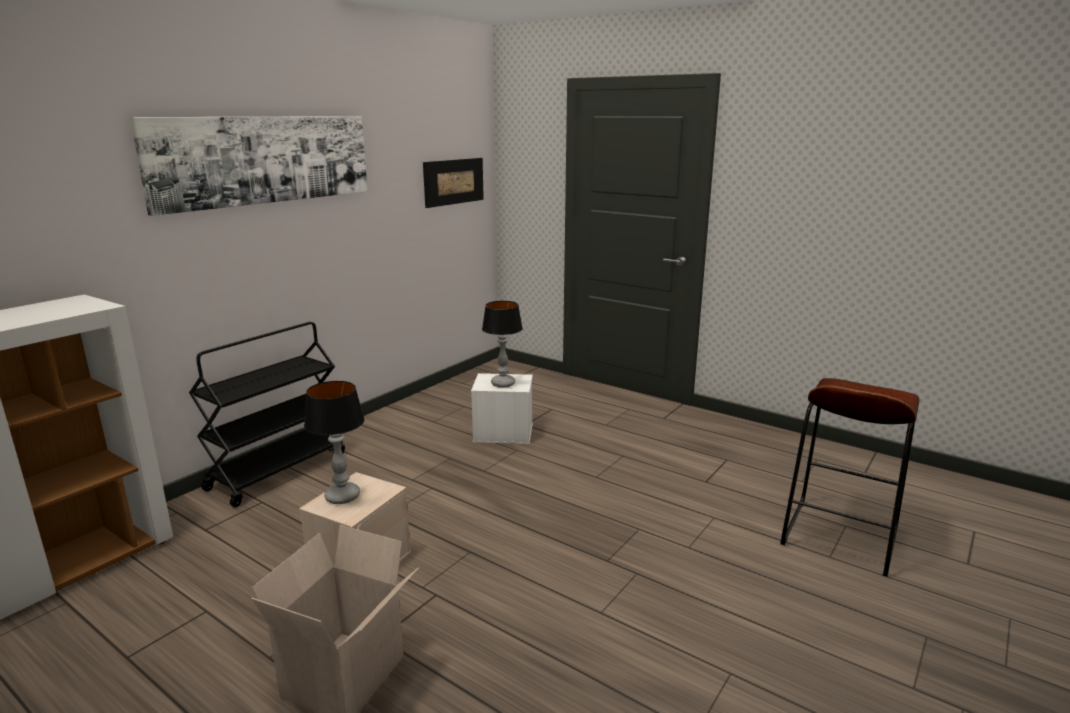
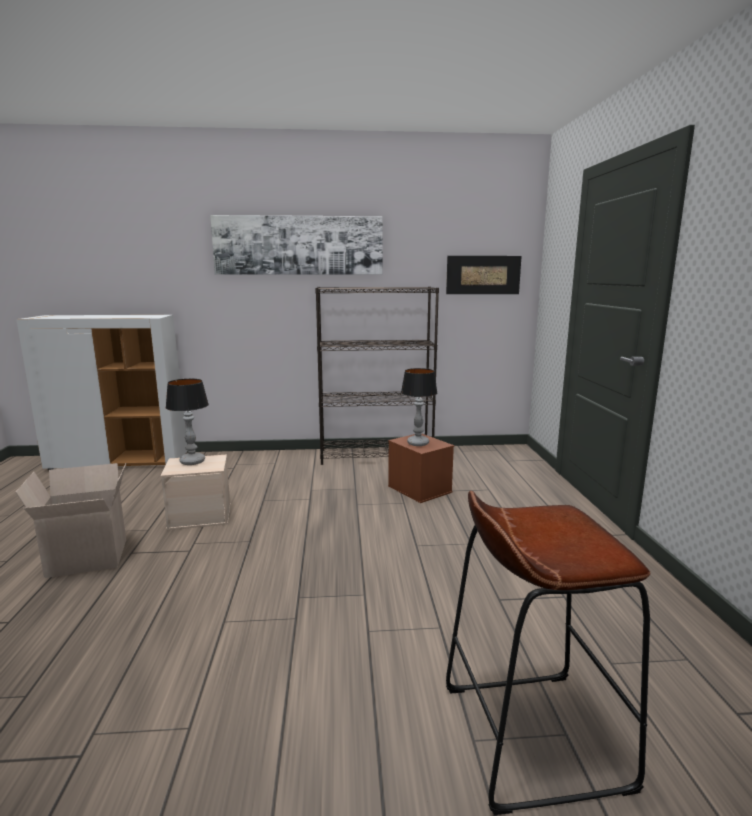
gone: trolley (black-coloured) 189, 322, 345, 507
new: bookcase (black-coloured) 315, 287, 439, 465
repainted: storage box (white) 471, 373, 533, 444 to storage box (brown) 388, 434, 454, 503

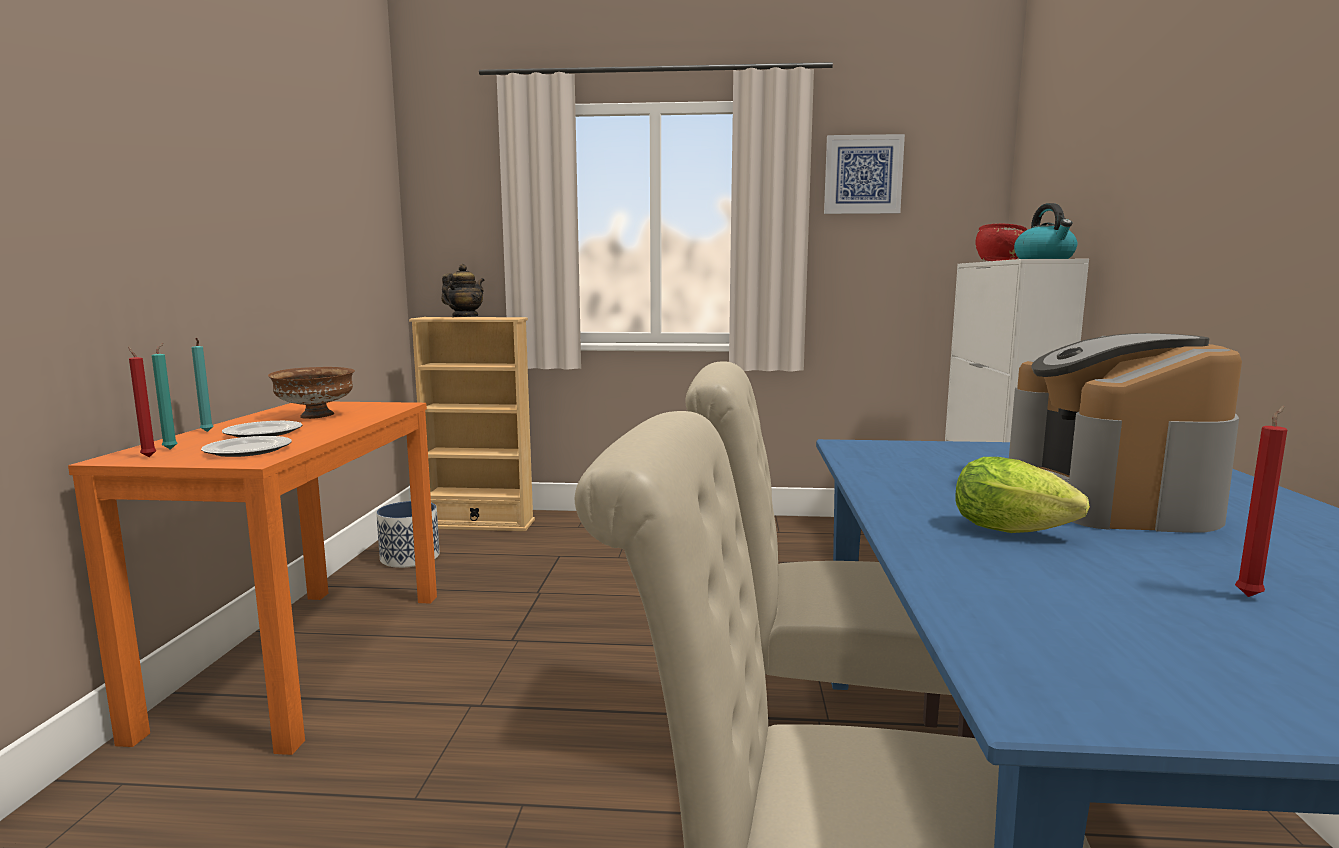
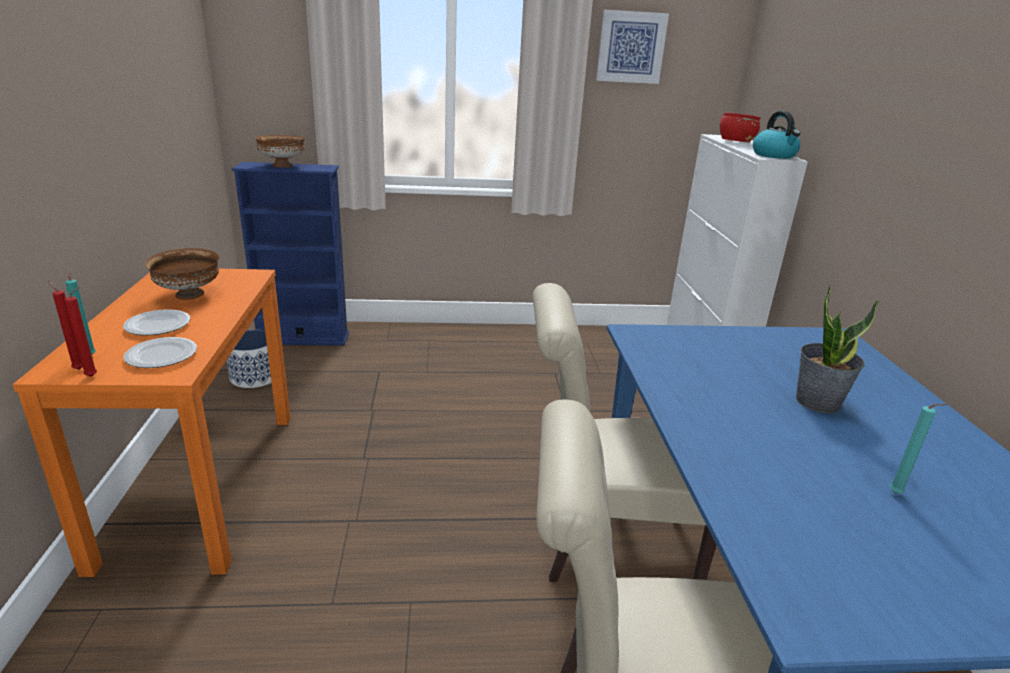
gone: head of lettuce 956, 457, 1090, 533
shifted: candle (turquoise-coloured) 191, 338, 214, 432 to 889, 404, 948, 494; candle (red-coloured) 1235, 406, 1288, 597 to 65, 287, 97, 377
swapped: teapot 441, 264, 485, 317 to bowl (brown) 254, 135, 305, 167; coffee maker 1009, 333, 1242, 533 to houseplant 796, 284, 880, 413
repainted: bookcase (sand-coloured) 409, 317, 535, 531 to bookcase (blue-coloured) 232, 162, 349, 346

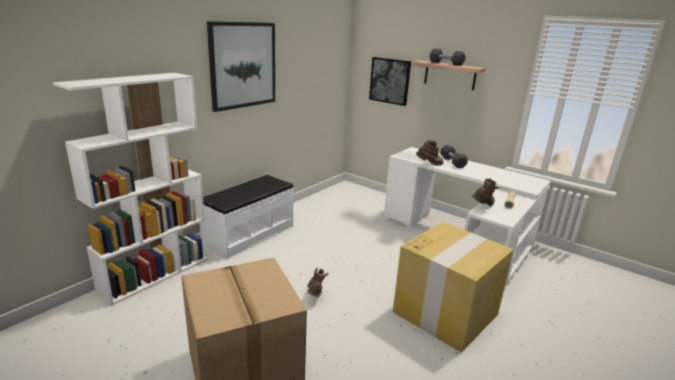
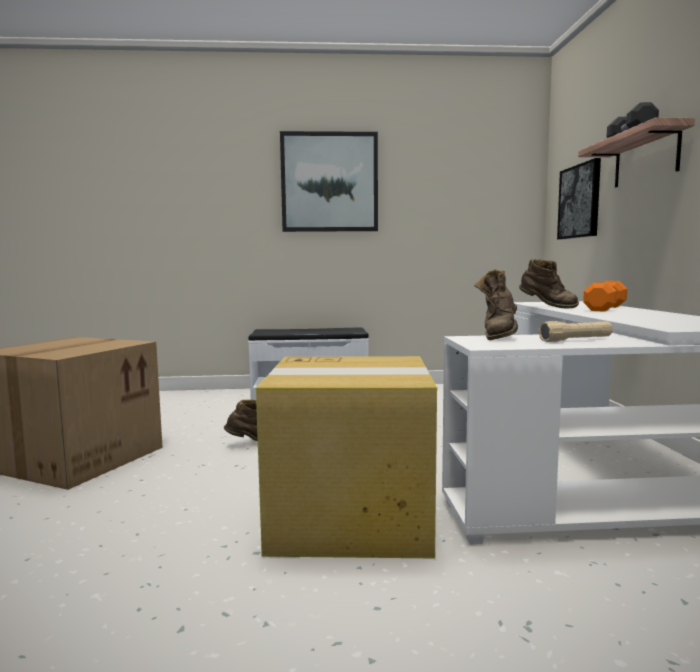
gone: bookcase (white) 53, 73, 208, 306
repainted: dumbbell (black-coloured) 441, 145, 468, 168 to dumbbell (orange) 583, 281, 627, 311
rotated: high-top boot (brown) 472, 178, 501, 207 = 474, 269, 518, 340 105 degrees clockwise

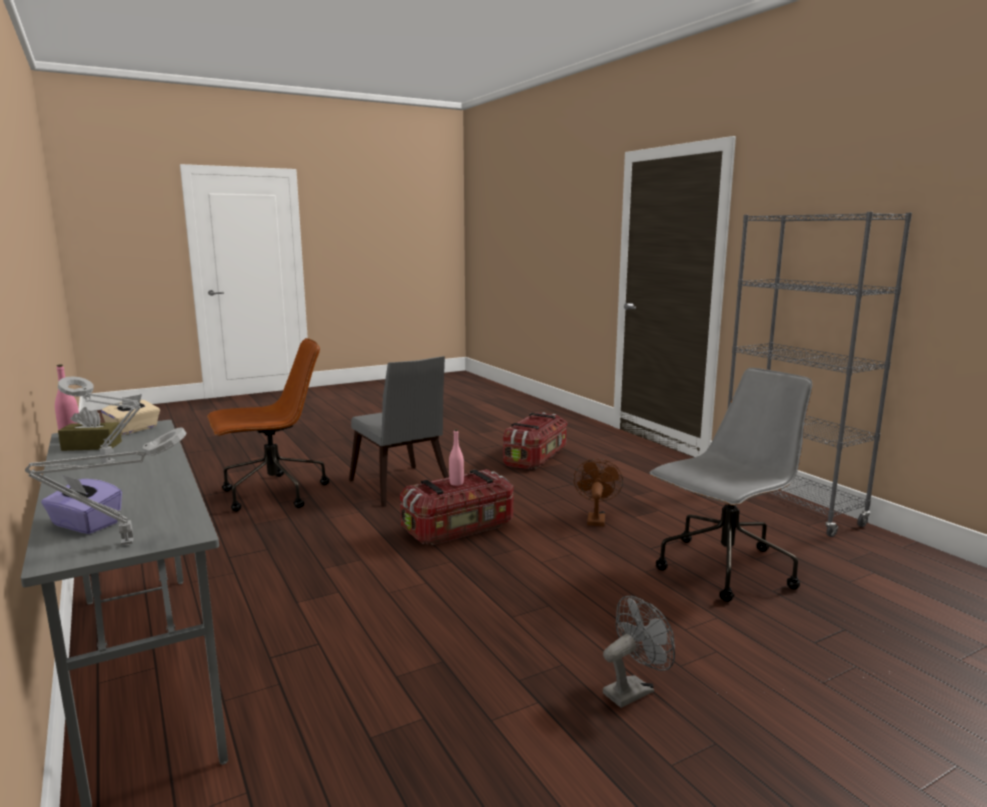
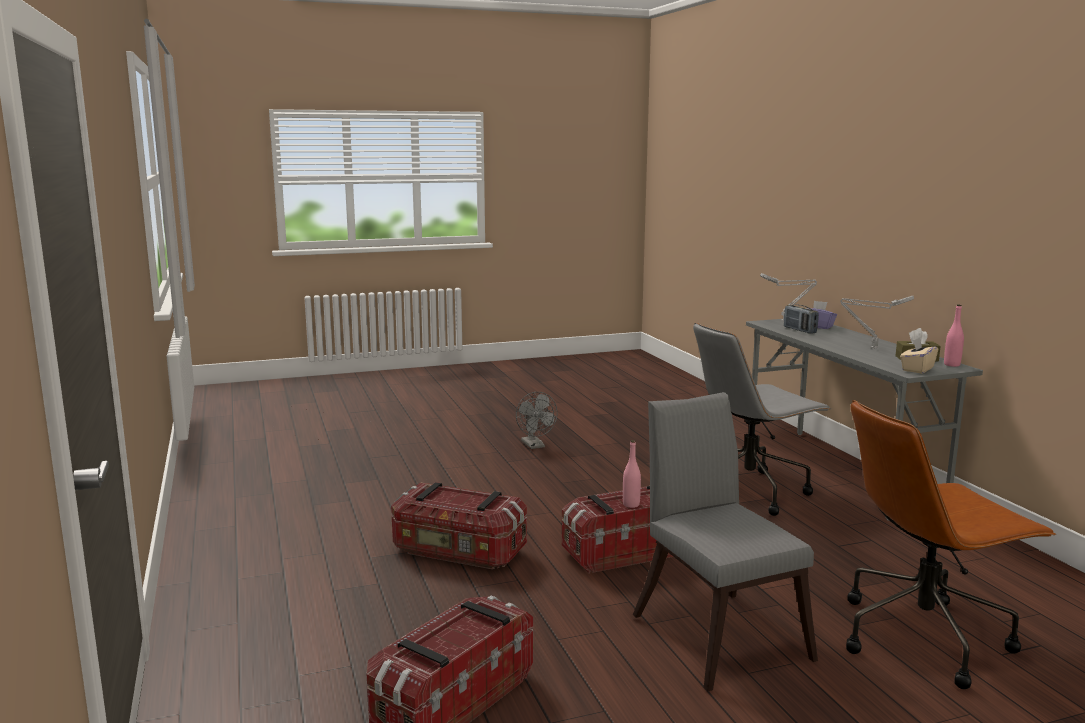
gone: bookcase (greyish) 727, 212, 912, 537
new: radio set 784, 305, 818, 334
shifted: computer chair (greyish) 649, 368, 813, 602 to 693, 323, 831, 516
swapped: fan (brown) 573, 459, 623, 526 to storage box 391, 482, 527, 569
rotated: fan (greyish) 603, 596, 675, 708 = 516, 392, 558, 449 90 degrees counterclockwise

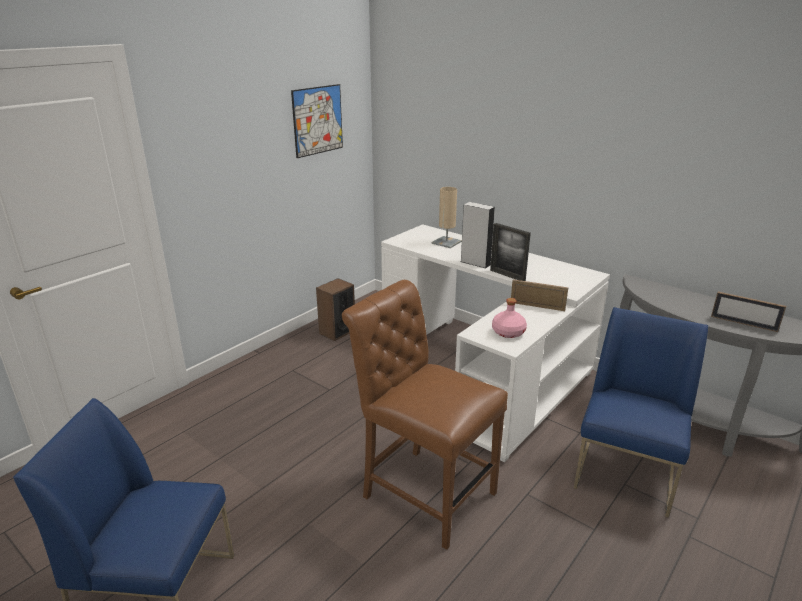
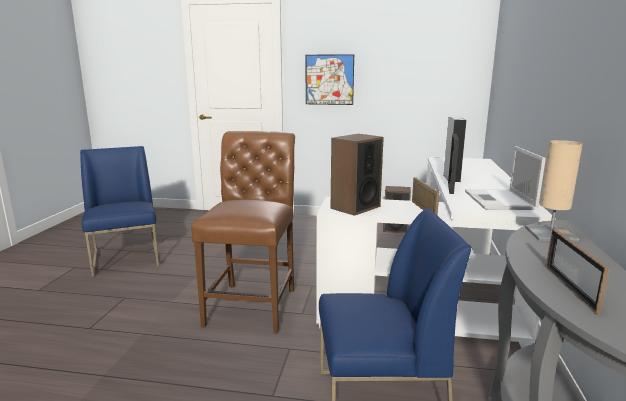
new: laptop 465, 146, 546, 210
shifted: picture 291, 84, 343, 158 to 305, 54, 354, 105; tabletop lamp (sand-coloured) 432, 187, 462, 248 to 525, 140, 583, 242
swapped: beverage bottle (pinkish) 492, 298, 527, 338 to loudspeaker 331, 134, 384, 216

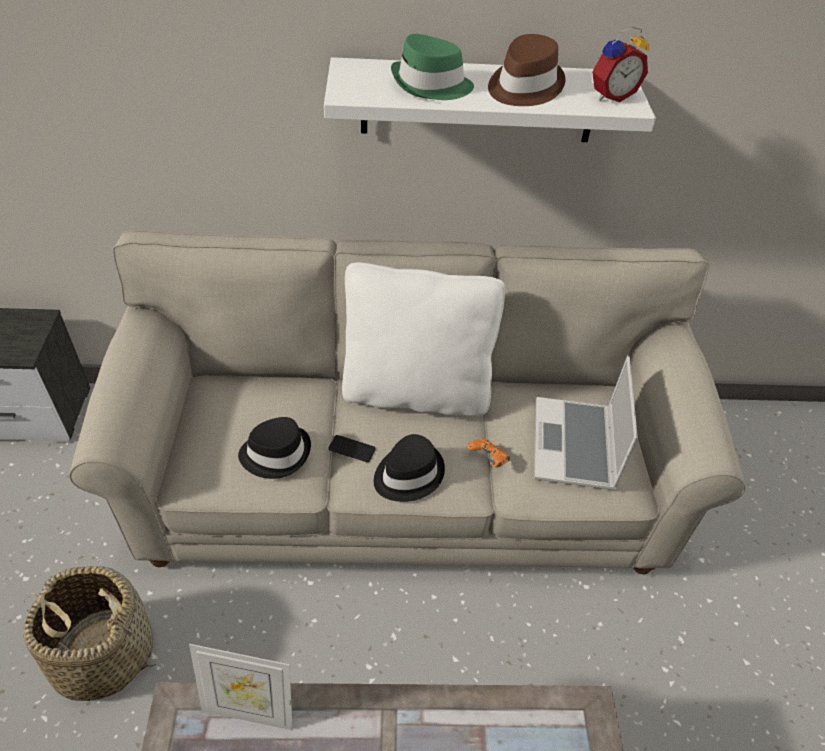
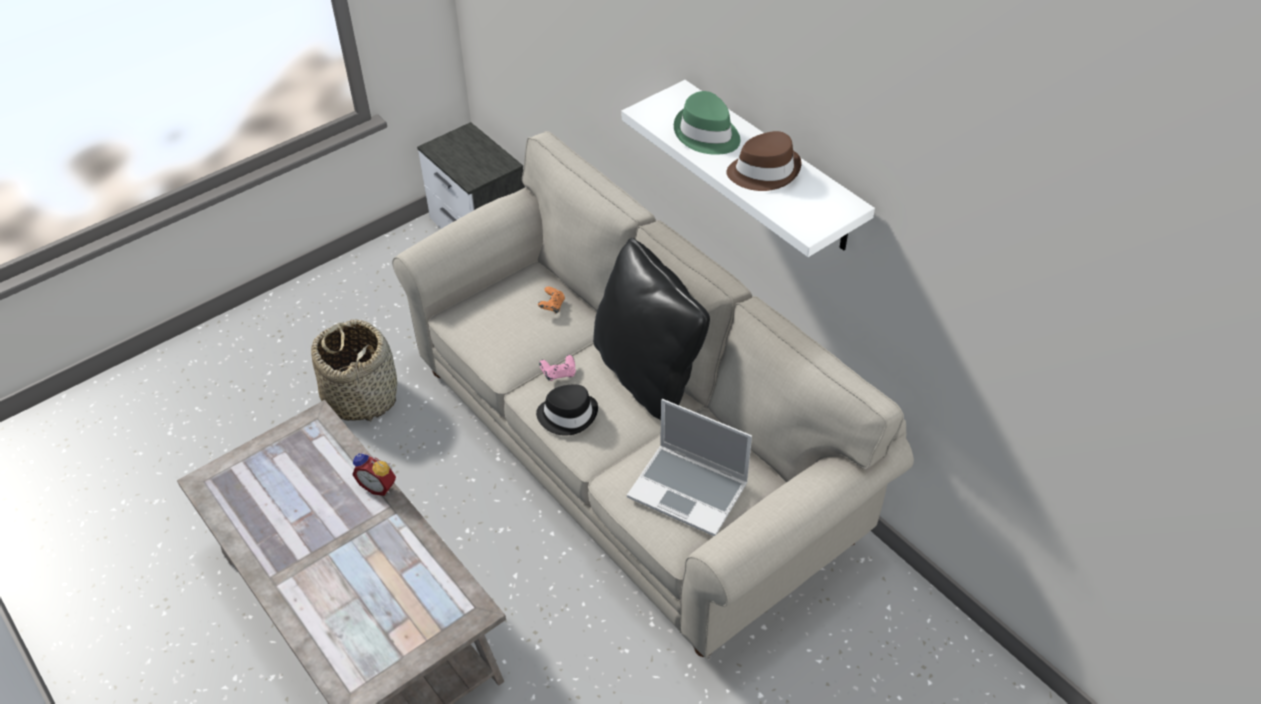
gone: standing frame 189, 644, 293, 730; clothing hat (black-coloured) 238, 417, 311, 479
shifted: game controller (orange) 467, 439, 510, 467 to 538, 287, 565, 314; bedside clock 592, 26, 649, 102 to 352, 452, 396, 496
swapped: handset 329, 435, 376, 462 to game controller (pinkish) 539, 355, 576, 381
repainted: throw pillow (white) 342, 262, 505, 416 to throw pillow (black-coloured) 593, 238, 710, 420
rotated: laptop 535, 355, 638, 490 = 627, 399, 752, 536 120 degrees counterclockwise

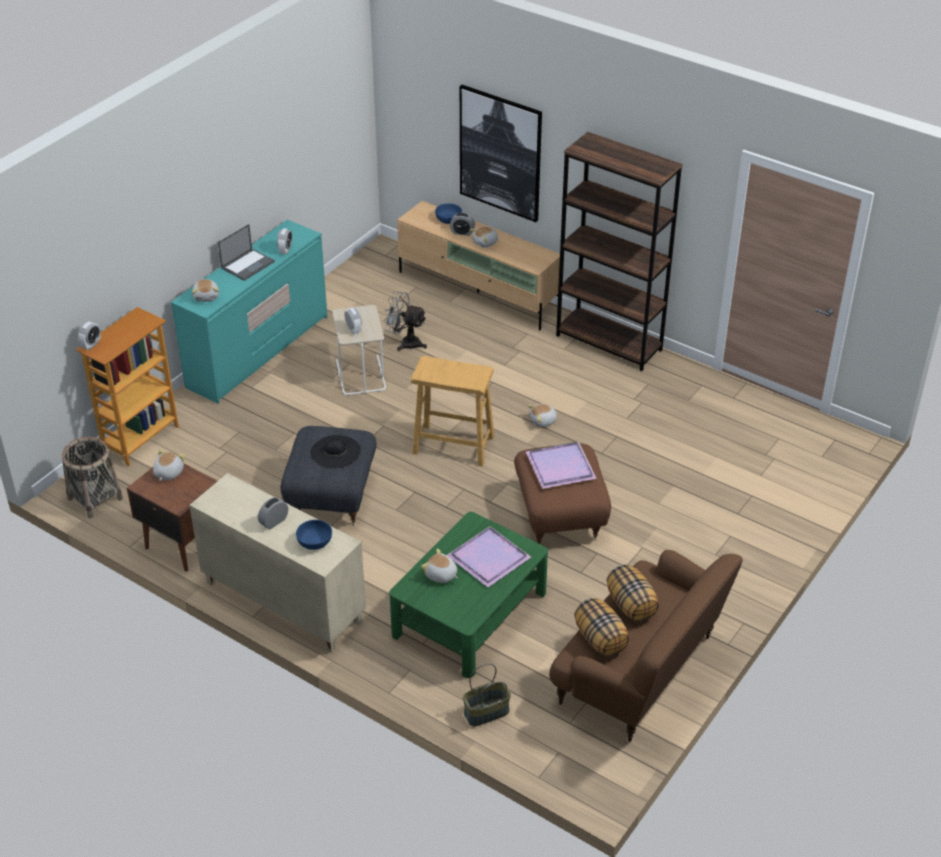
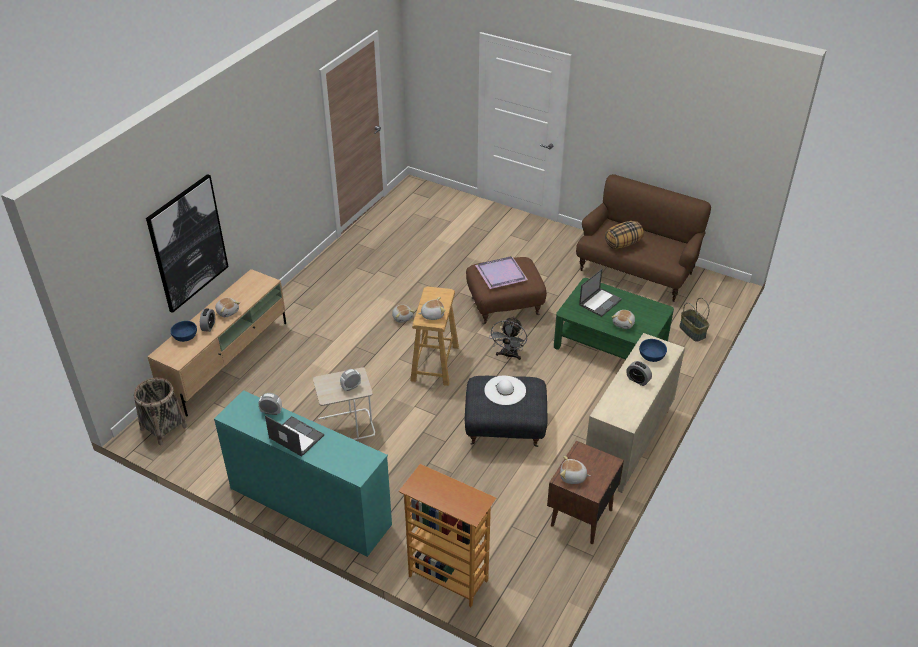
gone: bedside clock 78, 322, 101, 350; bookcase (brown) 556, 132, 683, 371; throw pillow 574, 598, 629, 656
shifted: household basket 62, 437, 123, 518 to 134, 378, 187, 445; soft toy 192, 279, 219, 302 to 418, 297, 445, 320; fan (greyish) 383, 291, 427, 351 to 489, 316, 527, 360
swapped: serving tray (purple-coloured) 447, 526, 531, 587 to laptop 579, 269, 622, 317
repainted: clothing hat (black-coloured) 310, 435, 361, 468 to clothing hat (white) 484, 376, 526, 405

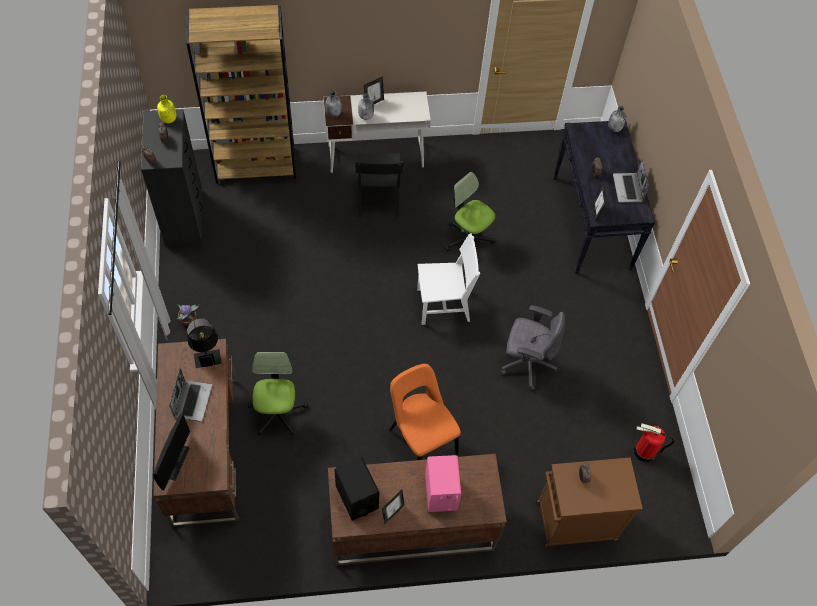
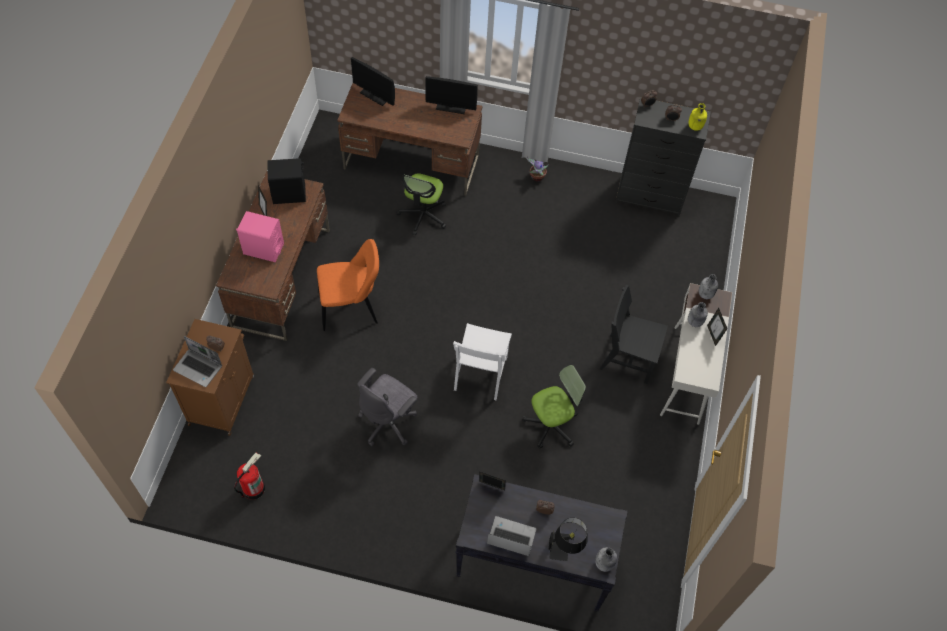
gone: bookcase (brown) 186, 5, 296, 184
new: computer display 425, 76, 478, 114
shifted: laptop 169, 368, 212, 422 to 173, 336, 222, 387; tabletop lamp (black-coloured) 187, 318, 222, 368 to 549, 518, 588, 561
rotated: computer chair 248, 352, 308, 435 = 396, 174, 446, 235 90 degrees clockwise

